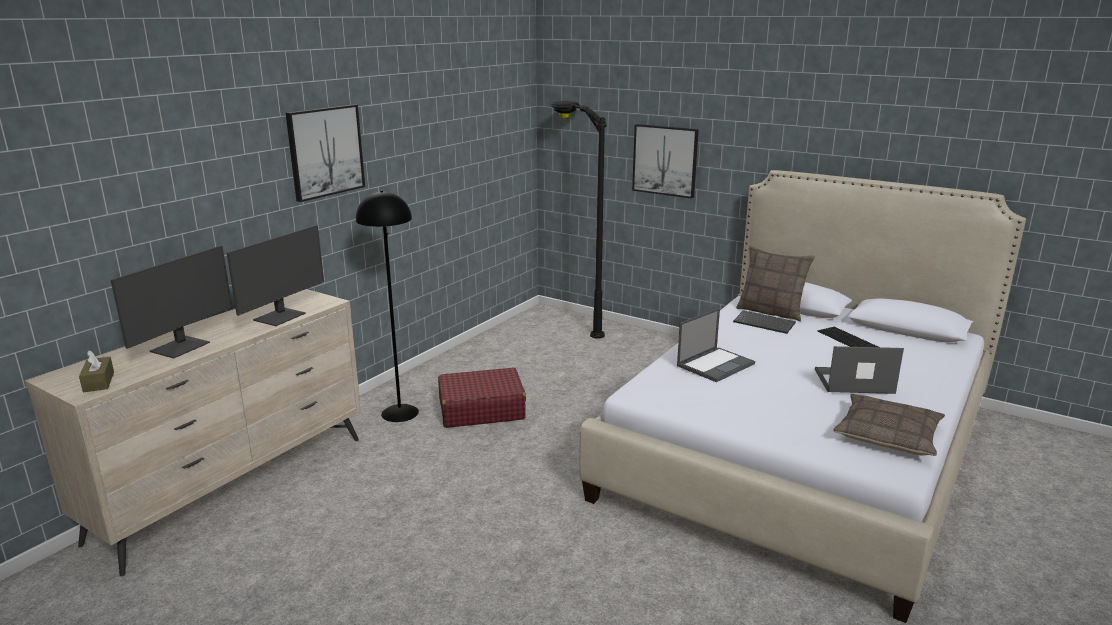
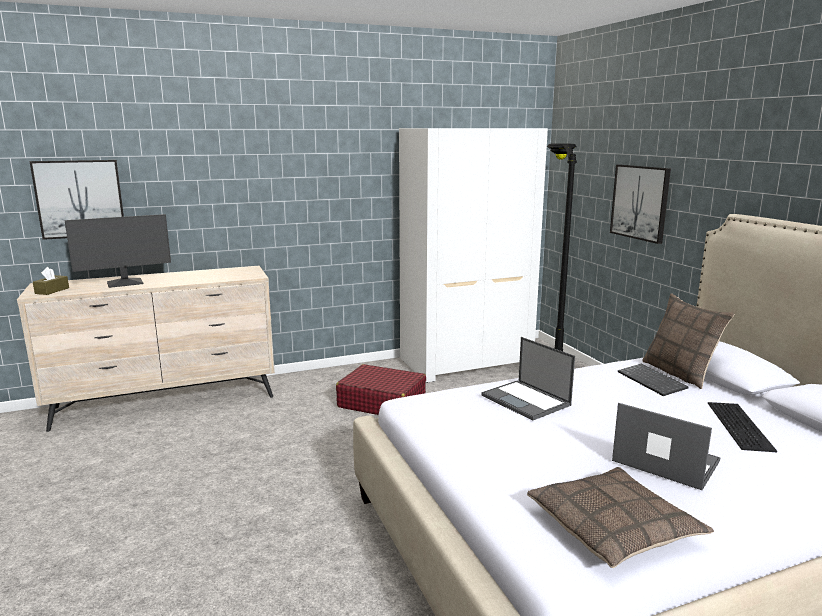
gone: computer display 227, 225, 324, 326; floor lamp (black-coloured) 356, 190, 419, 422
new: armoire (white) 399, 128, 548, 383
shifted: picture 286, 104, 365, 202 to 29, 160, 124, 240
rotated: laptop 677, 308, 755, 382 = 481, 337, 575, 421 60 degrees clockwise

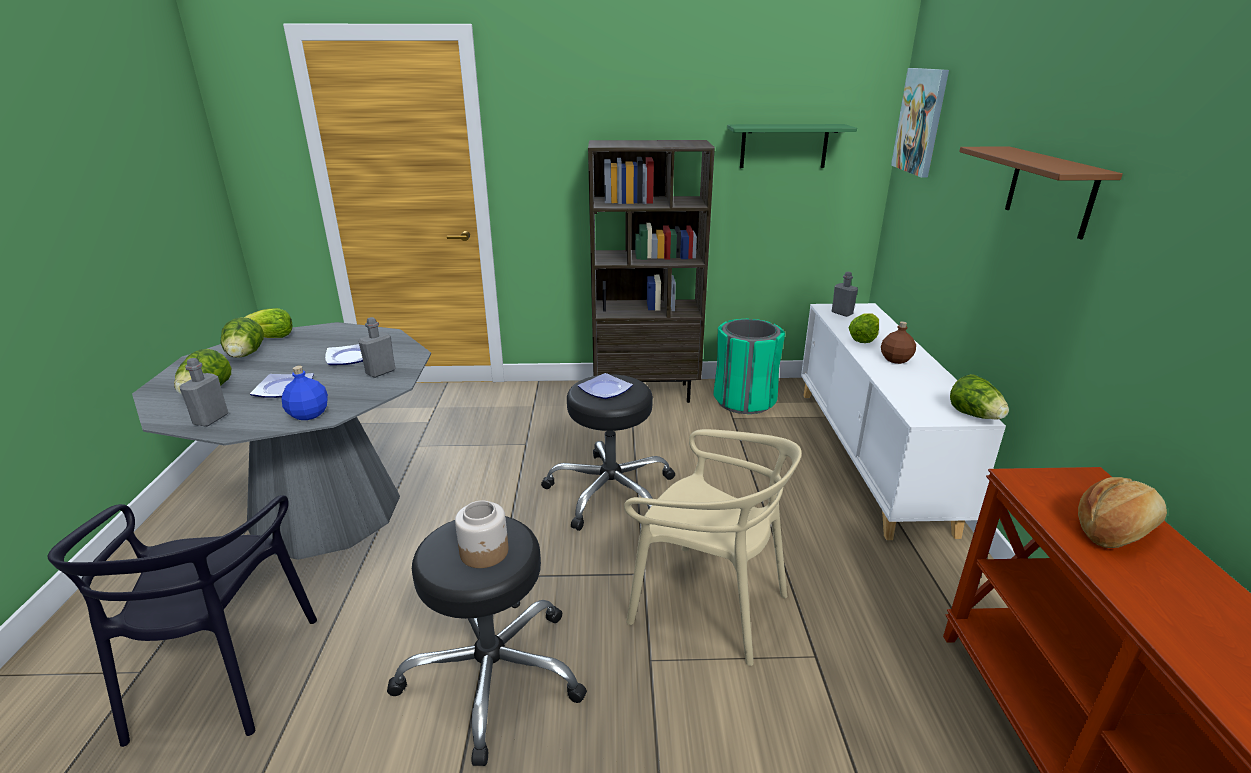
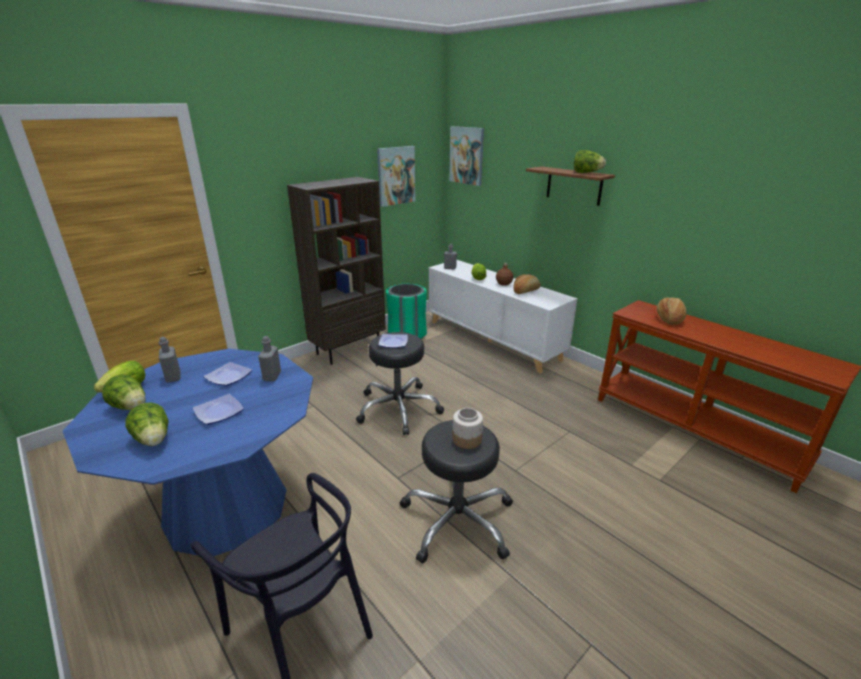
gone: beverage bottle (blue-coloured) 281, 366, 328, 420; chair (sand-coloured) 624, 429, 802, 666
new: bakery bread 513, 274, 541, 294
shifted: beverage bottle (greyish) 179, 358, 229, 427 to 159, 337, 181, 383; head of lettuce 950, 374, 1009, 420 to 574, 150, 606, 173
swapped: bracket shelf (green) 727, 124, 857, 168 to picture 377, 146, 415, 207
repainted: kitchen table (greyish) 132, 322, 431, 560 to kitchen table (blue-coloured) 63, 349, 313, 556

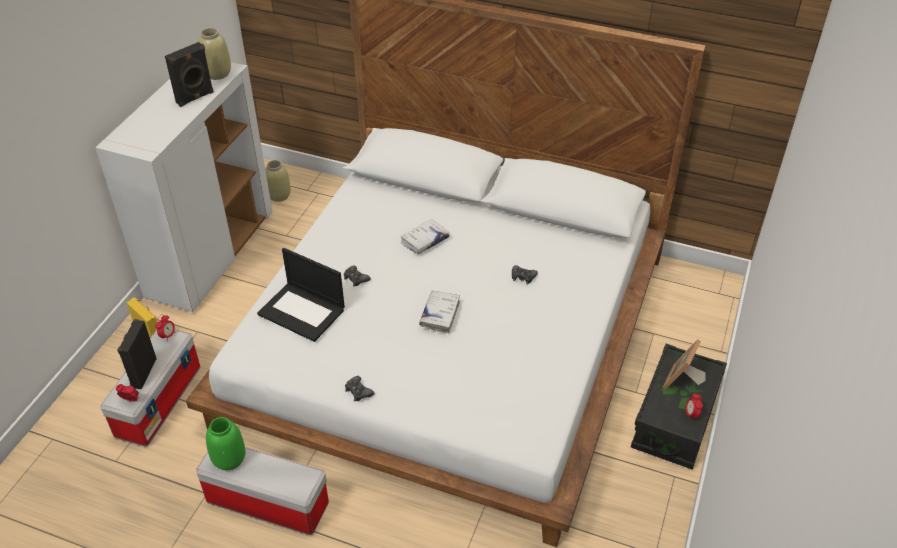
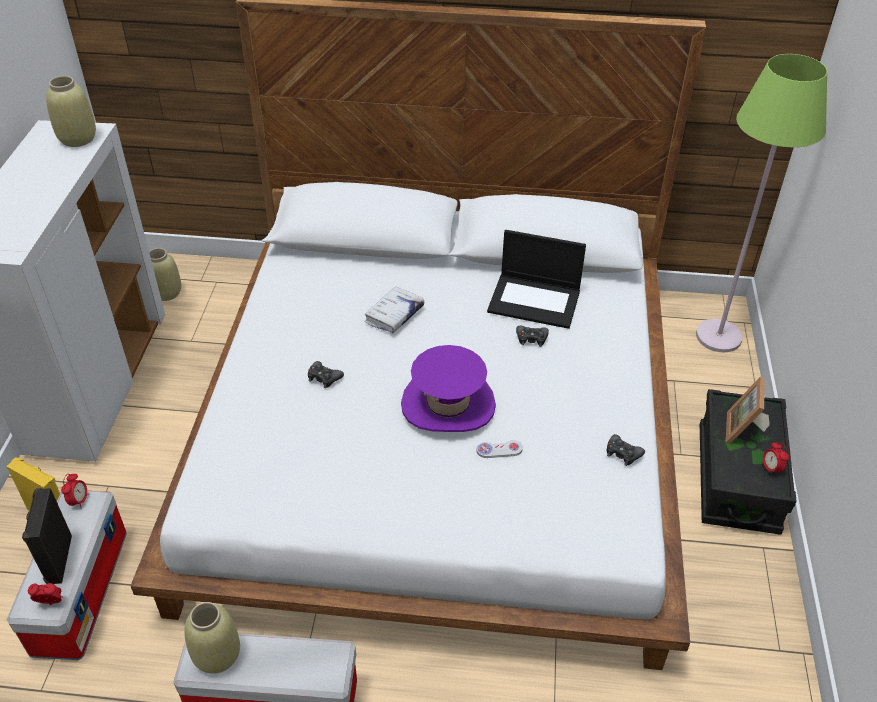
gone: loudspeaker (black-coloured) 165, 42, 214, 107
new: game controller (white) 476, 440, 523, 458; floor lamp (green) 696, 54, 827, 352
shifted: laptop 257, 248, 345, 342 to 487, 230, 586, 329; game controller (black-coloured) 345, 376, 375, 401 to 607, 434, 645, 466
swapped: volume (white) 419, 291, 460, 333 to clothing hat (purple-coloured) 401, 345, 496, 432
repainted: flower vase (green) 206, 417, 246, 470 to flower vase (sand-coloured) 184, 602, 240, 674

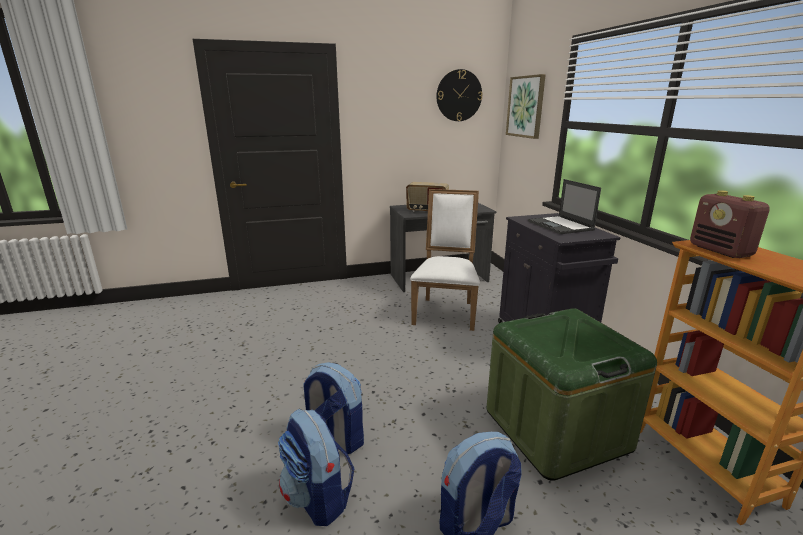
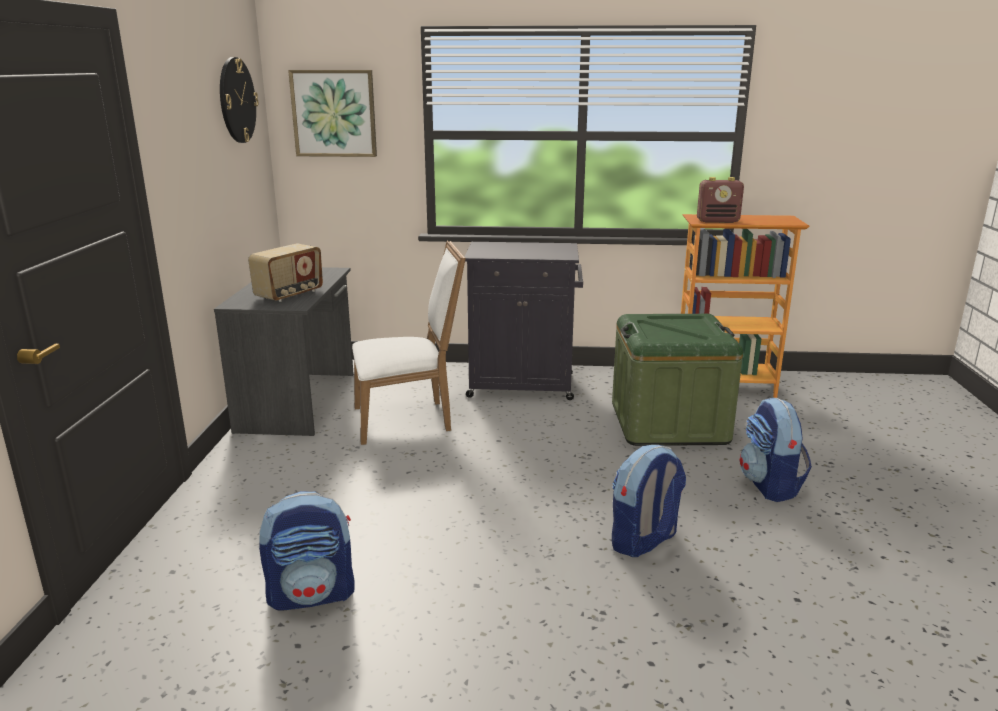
gone: laptop 528, 179, 601, 234
shifted: knapsack 278, 408, 355, 526 to 259, 491, 355, 611
rotated: chair (white) 410, 189, 480, 331 = 352, 241, 466, 445 135 degrees clockwise

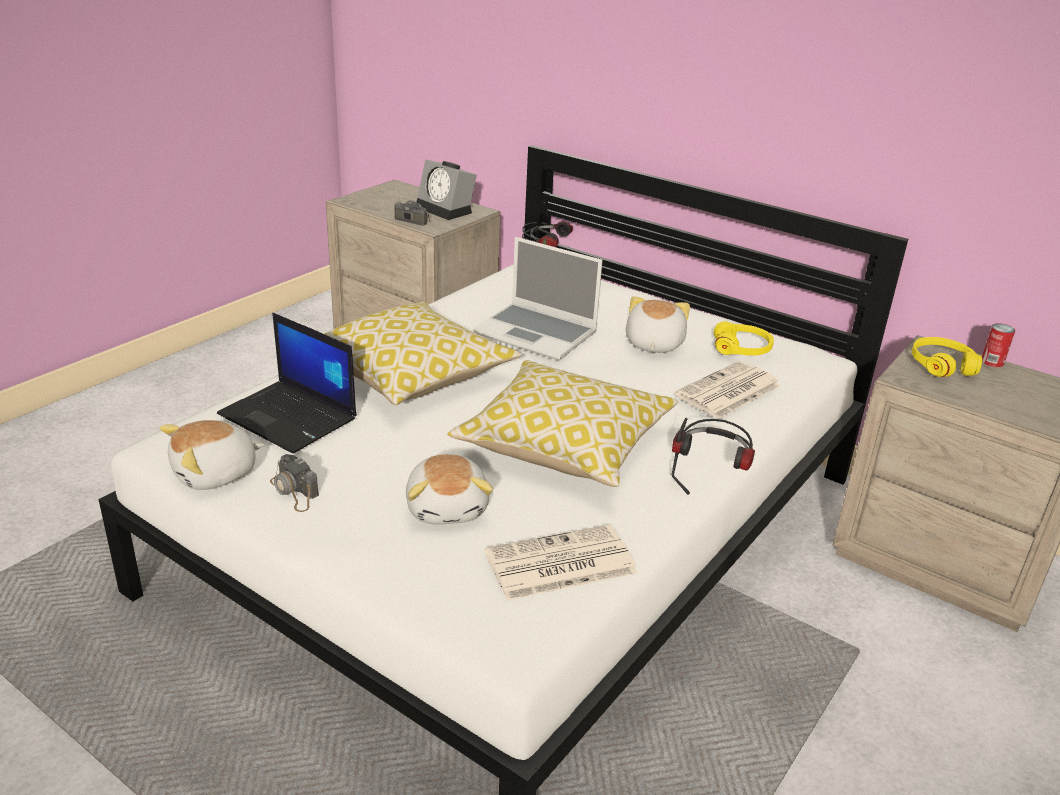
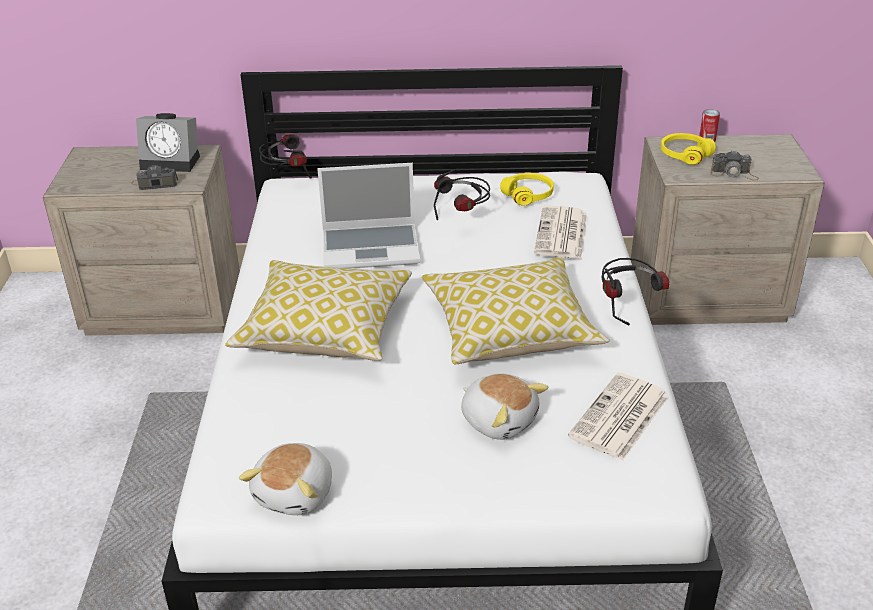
gone: laptop 217, 313, 356, 454
shifted: still camera 270, 454, 319, 512 to 711, 150, 759, 180
swapped: soft toy 626, 296, 690, 353 to headset 434, 169, 490, 220

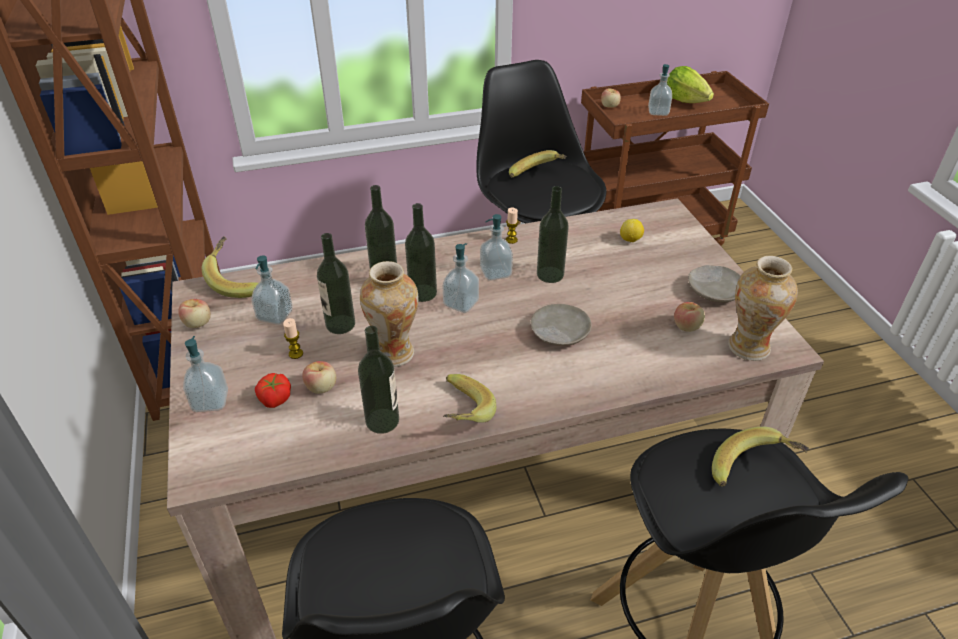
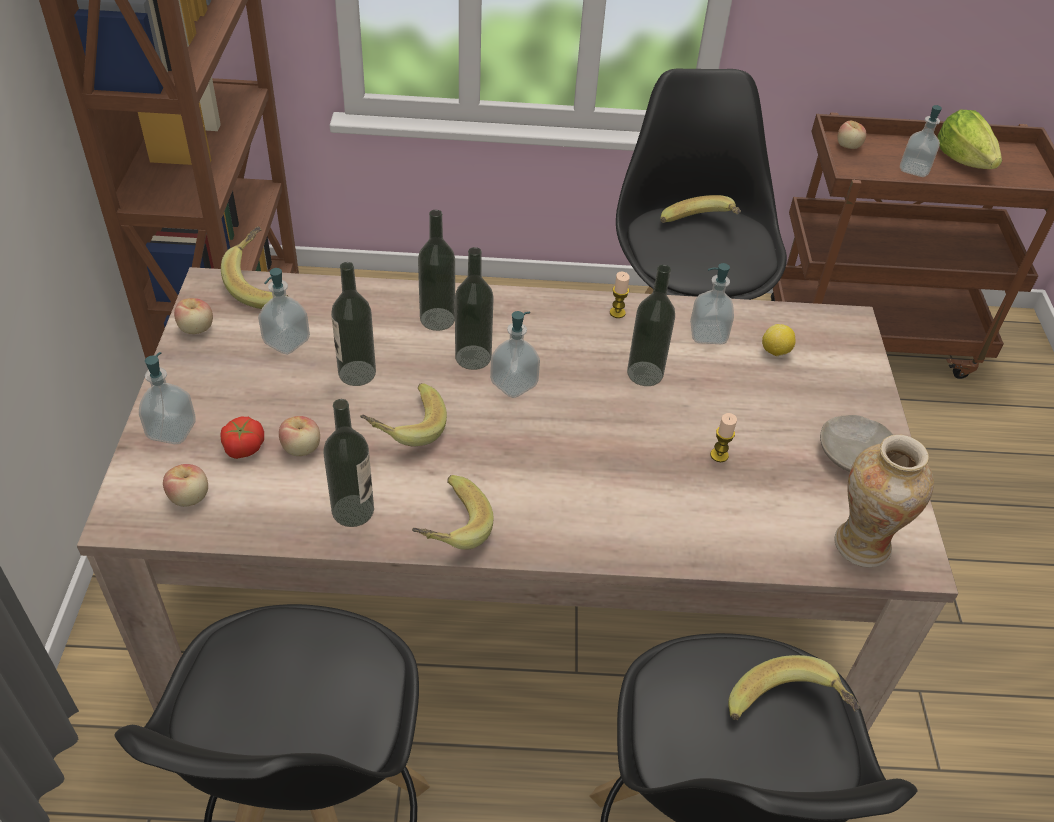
gone: dinner plate (sand-coloured) 531, 304, 592, 346
shifted: candle 283, 318, 303, 359 to 710, 413, 737, 462; liquid soap bottle 480, 214, 513, 280 to 690, 263, 734, 344; whole apple 674, 302, 705, 332 to 163, 464, 208, 507
swapped: flower vase 360, 261, 418, 367 to banana 360, 383, 447, 446

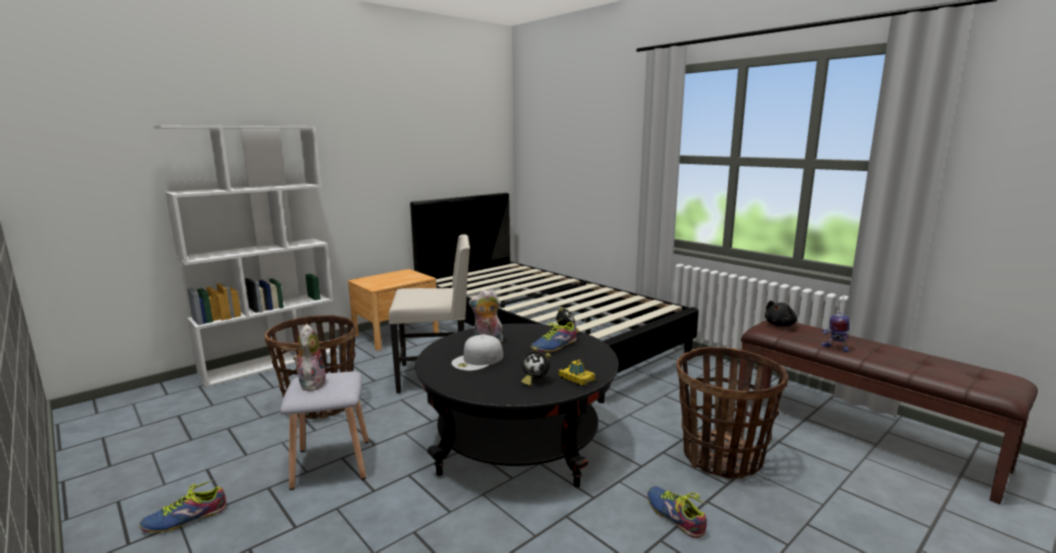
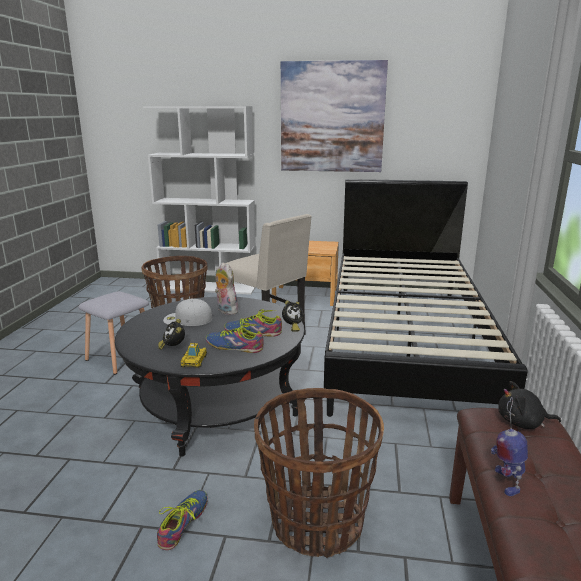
gone: soft toy 293, 324, 326, 391
new: picture 281, 60, 388, 172
shifted: item of footwear 139, 479, 226, 533 to 206, 323, 264, 353

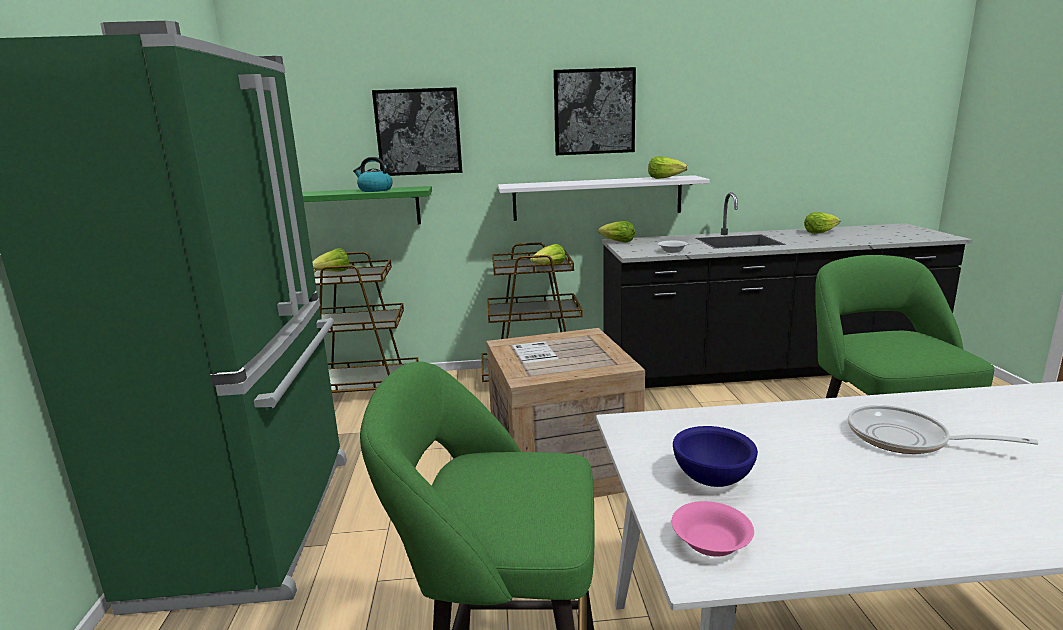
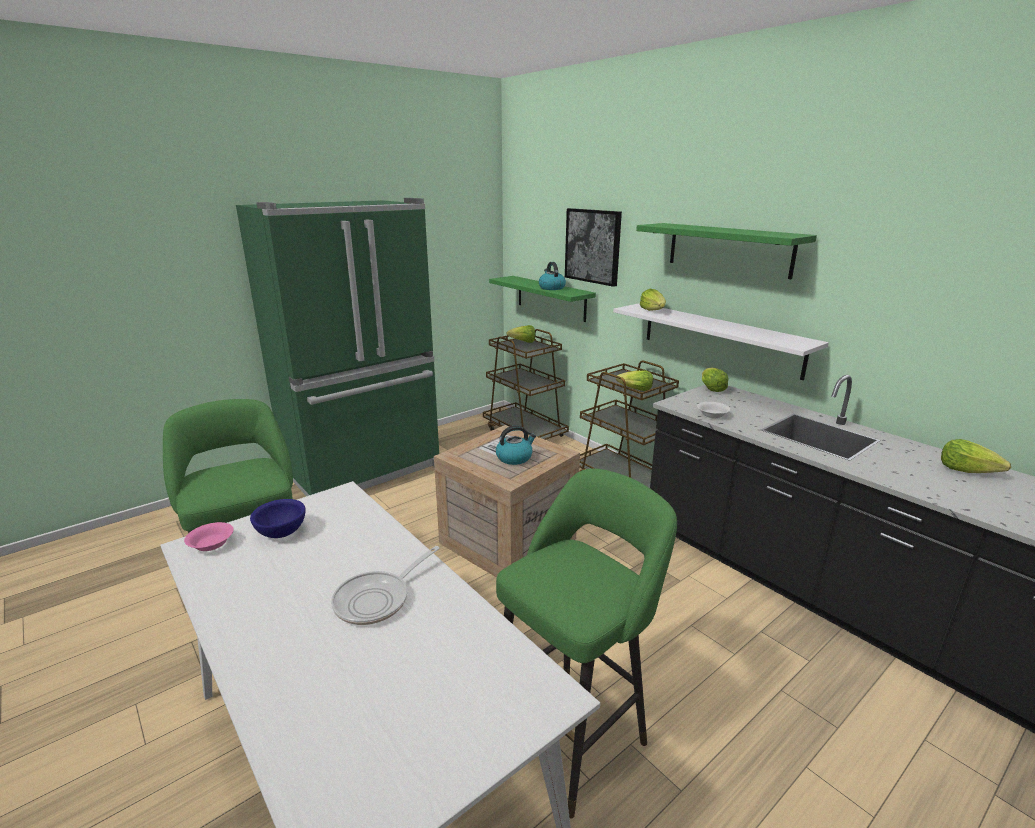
new: water kettle 496, 425, 536, 465
shifted: head of lettuce 648, 156, 688, 179 to 640, 289, 666, 311
swapped: picture 553, 67, 636, 155 to bracket shelf (green) 636, 223, 817, 279
rotated: skillet 848, 405, 1038, 454 = 331, 546, 440, 625 135 degrees counterclockwise

